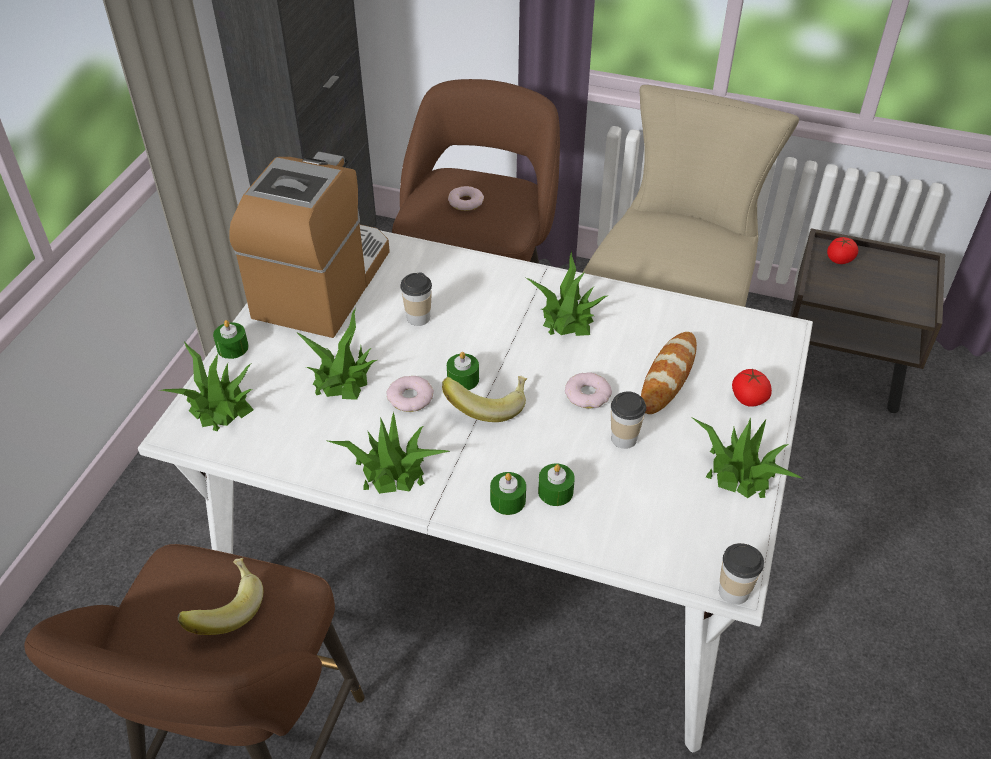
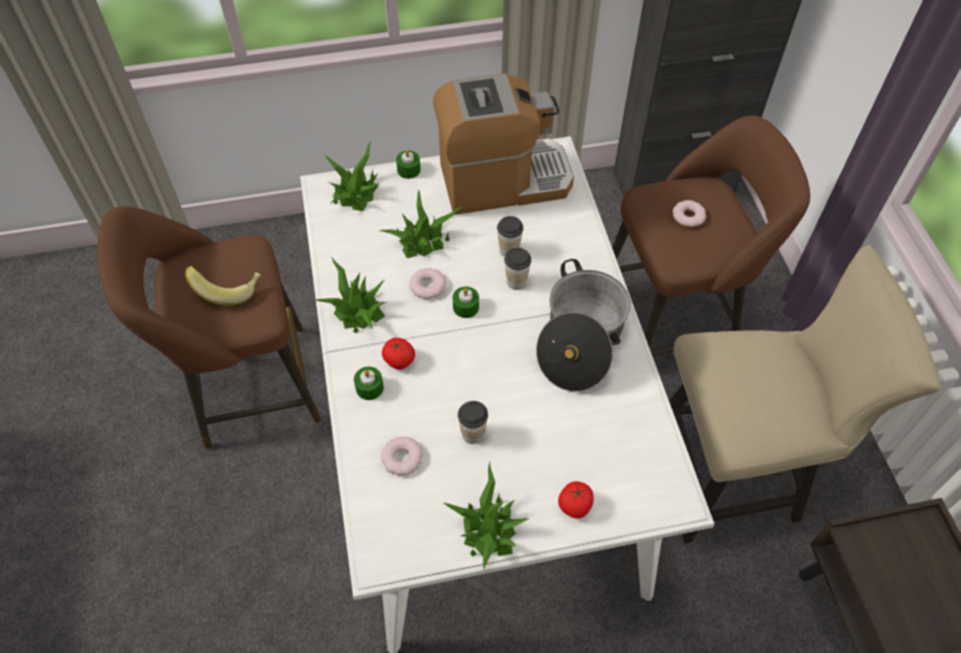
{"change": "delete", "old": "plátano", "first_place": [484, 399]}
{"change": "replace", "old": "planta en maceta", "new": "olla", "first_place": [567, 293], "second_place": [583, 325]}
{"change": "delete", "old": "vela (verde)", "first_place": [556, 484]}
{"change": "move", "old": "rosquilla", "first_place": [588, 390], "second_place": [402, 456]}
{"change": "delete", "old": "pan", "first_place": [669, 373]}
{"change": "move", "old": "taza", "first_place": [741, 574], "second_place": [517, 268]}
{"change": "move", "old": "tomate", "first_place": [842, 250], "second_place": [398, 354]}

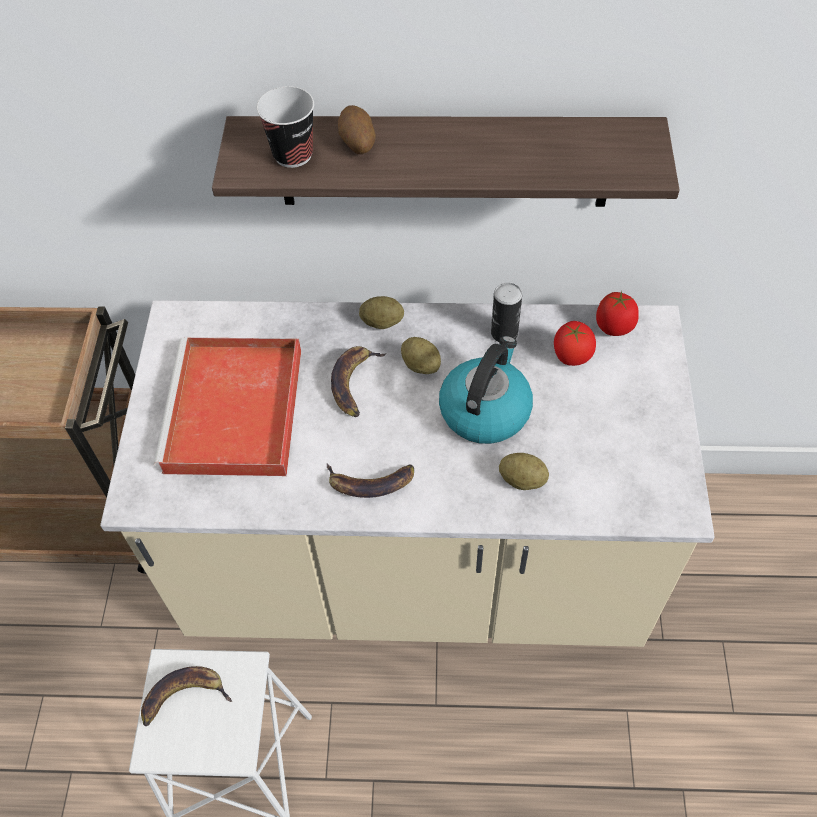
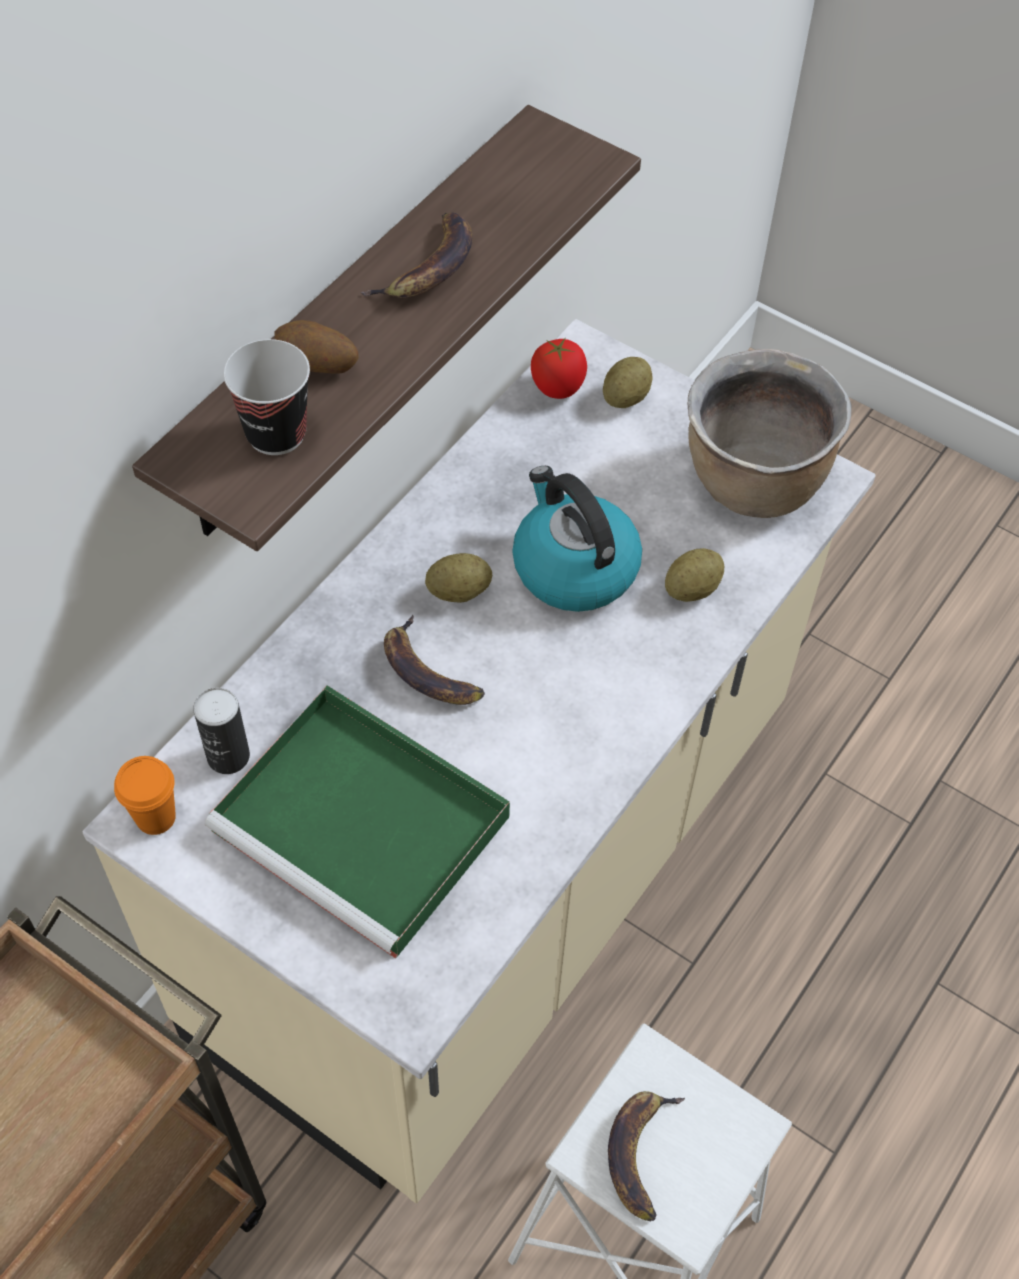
{"change": "recolor", "old": "bandeja (rojo)", "new": "bandeja (verde)", "first_place": [227, 406], "second_place": [357, 822]}
{"change": "move", "old": "plátano", "first_place": [370, 480], "second_place": [416, 255]}
{"change": "move", "old": "patata", "first_place": [381, 312], "second_place": [628, 382]}
{"change": "move", "old": "lata", "first_place": [506, 312], "second_place": [221, 731]}
{"change": "delete", "old": "tomate", "first_place": [575, 343]}
{"change": "insert", "new": "taza (naranja)", "second_place": [145, 795]}
{"change": "insert", "new": "olla (marrón)", "second_place": [770, 433]}

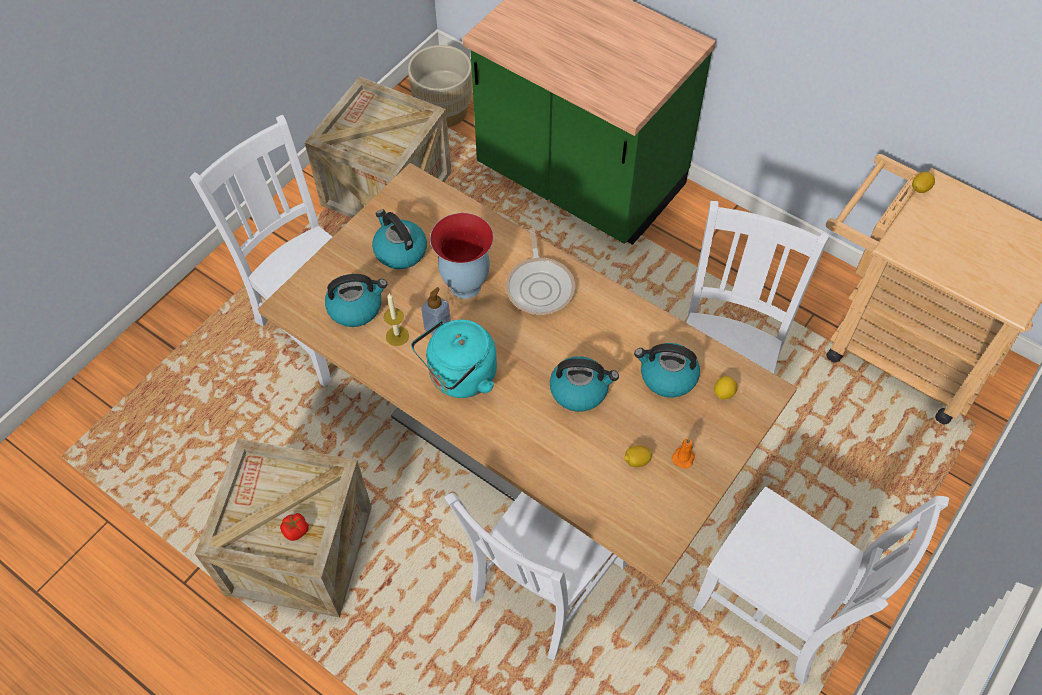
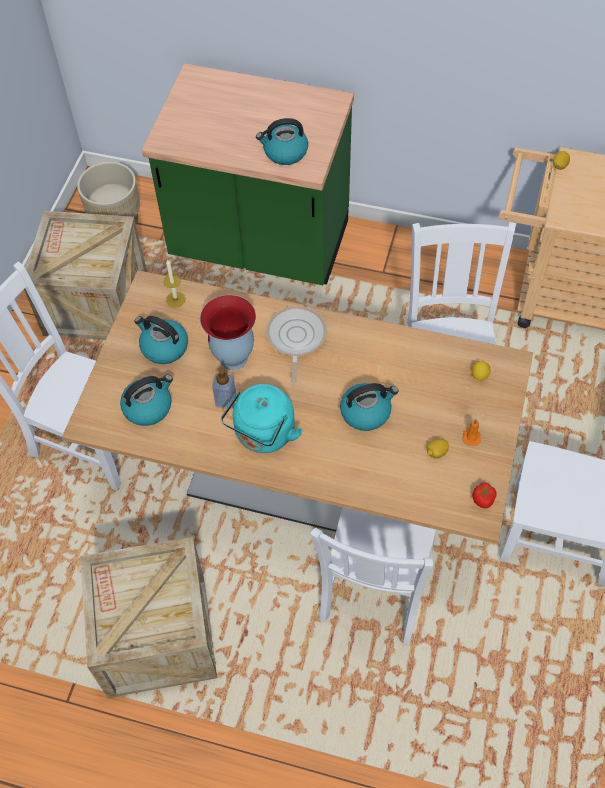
{"change": "move", "old": "tomate", "first_place": [294, 527], "second_place": [484, 495]}
{"change": "move", "old": "vela", "first_place": [396, 319], "second_place": [175, 283]}
{"change": "rotate", "old": "sartén", "first_place": [540, 271], "second_place": [296, 344], "degrees": -150}
{"change": "move", "old": "hervidor", "first_place": [667, 370], "second_place": [282, 141]}

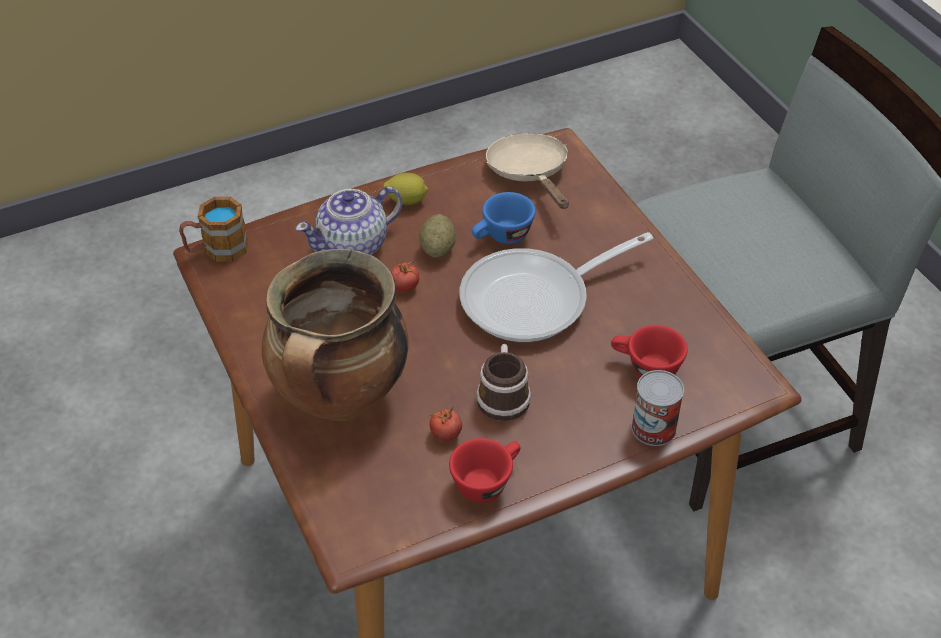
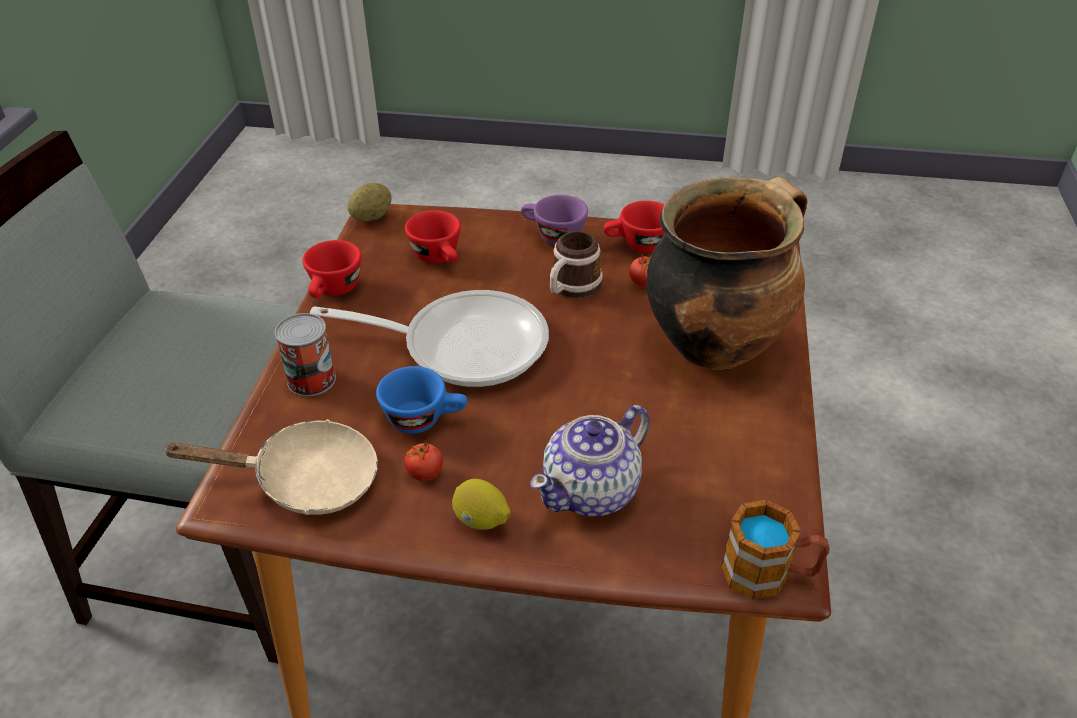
{"change": "rotate", "old": "tetera", "first_place": [349, 220], "second_place": [590, 461], "degrees": 135}
{"change": "move", "old": "tomate", "first_place": [405, 275], "second_place": [423, 458]}
{"change": "move", "old": "patata", "first_place": [437, 236], "second_place": [370, 202]}
{"change": "rotate", "old": "sartén (beis)", "first_place": [527, 171], "second_place": [270, 467], "degrees": -105}
{"change": "move", "old": "lata", "first_place": [657, 408], "second_place": [305, 355]}
{"change": "insert", "new": "taza (rojo)", "second_place": [332, 269]}
{"change": "insert", "new": "taza (morado)", "second_place": [554, 220]}

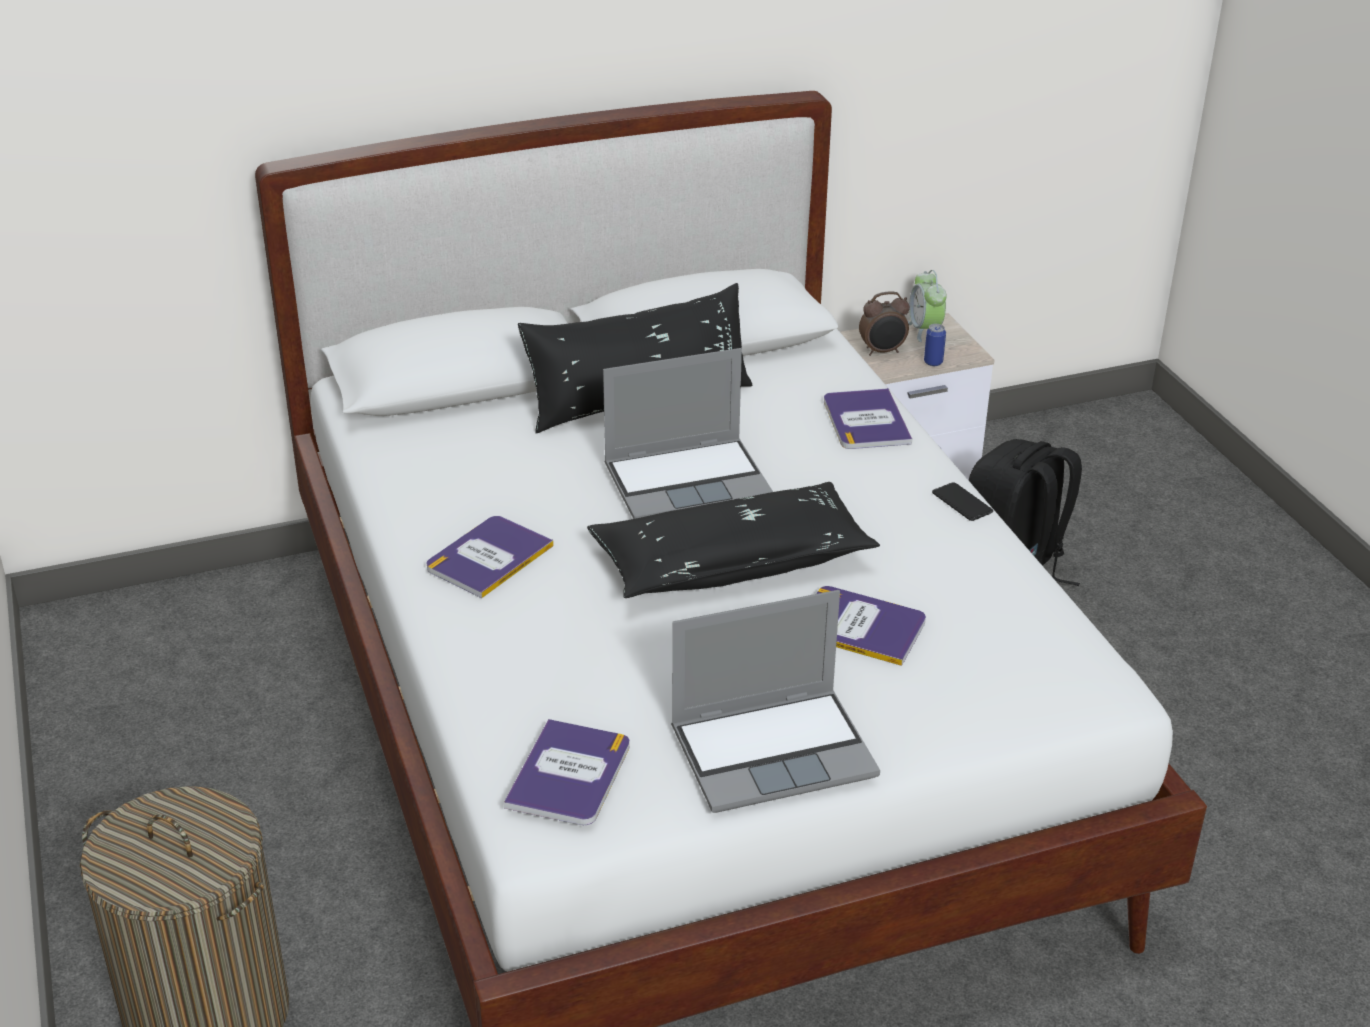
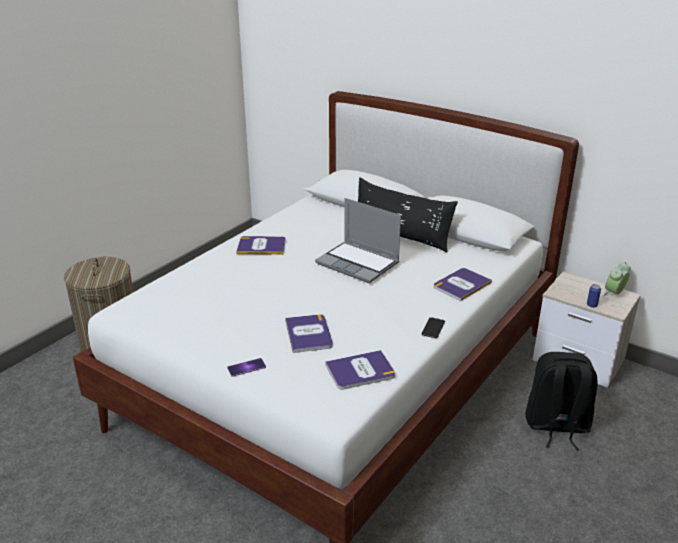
{"change": "move", "old": "libro", "first_place": [566, 772], "second_place": [360, 370]}
{"change": "delete", "old": "cojín (negro)", "first_place": [733, 540]}
{"change": "delete", "old": "portátil", "first_place": [775, 701]}
{"change": "delete", "old": "despertador", "first_place": [884, 323]}
{"change": "insert", "new": "móvil", "second_place": [246, 367]}

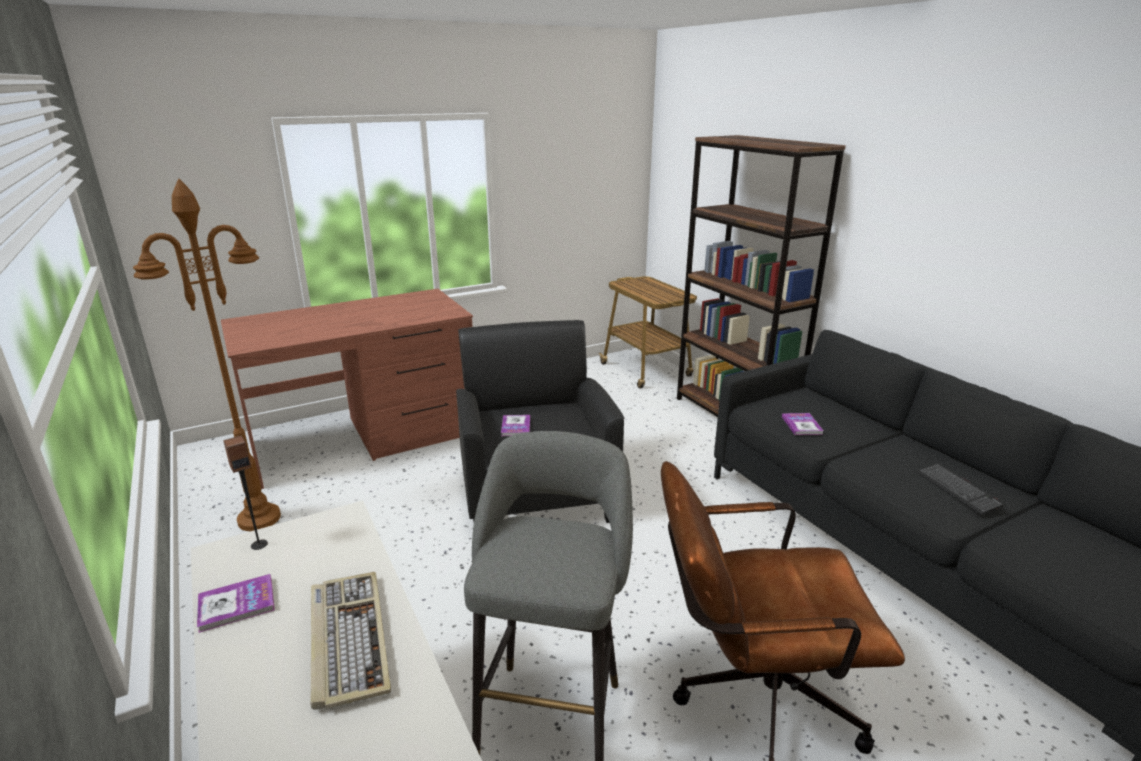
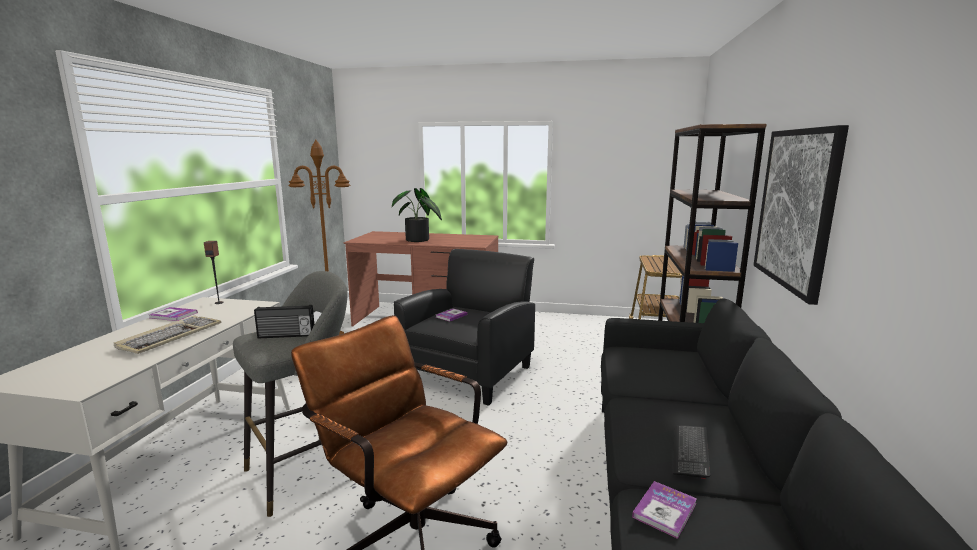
{"change": "move", "old": "libro", "first_place": [802, 424], "second_place": [664, 510]}
{"change": "insert", "new": "radio", "second_place": [284, 321]}
{"change": "insert", "new": "planta en maceta", "second_place": [417, 215]}
{"change": "insert", "new": "cuadro", "second_place": [801, 215]}

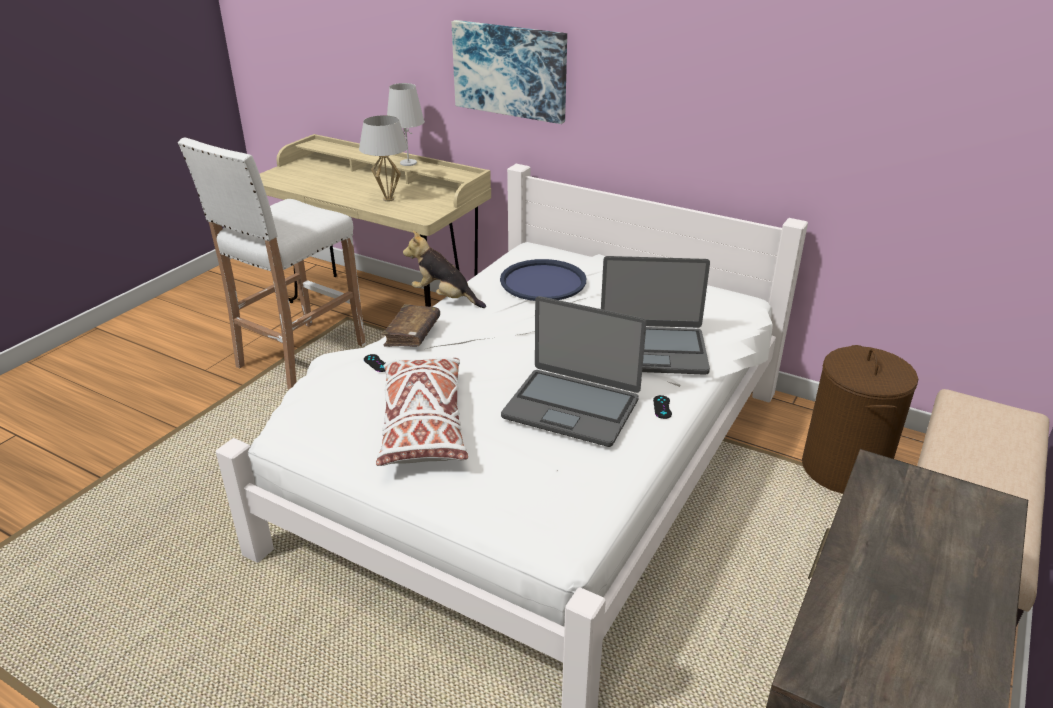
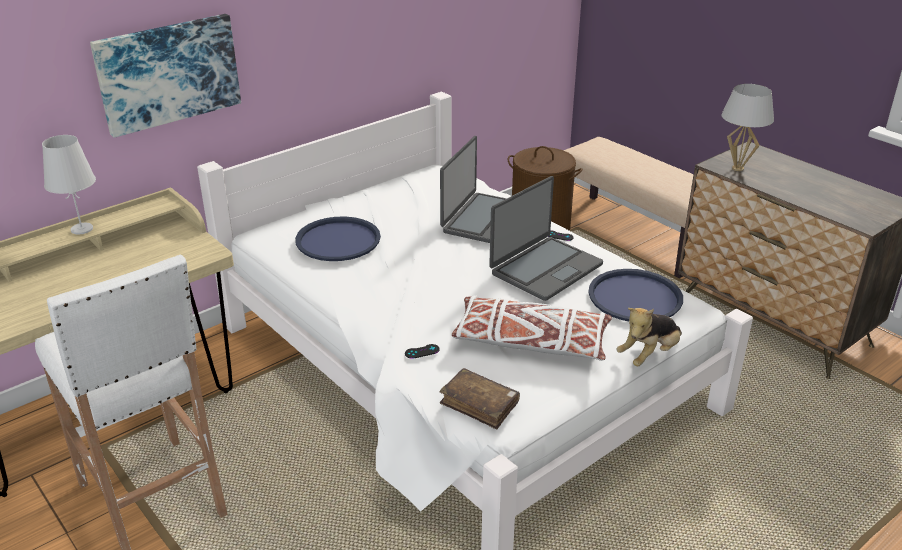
{"change": "move", "old": "lámpara de mesa (blanco)", "first_place": [383, 158], "second_place": [748, 127]}
{"change": "move", "old": "libro (marrón)", "first_place": [410, 325], "second_place": [480, 399]}
{"change": "move", "old": "peluche", "first_place": [444, 269], "second_place": [649, 337]}
{"change": "insert", "new": "bandeja (azul)", "second_place": [635, 295]}

